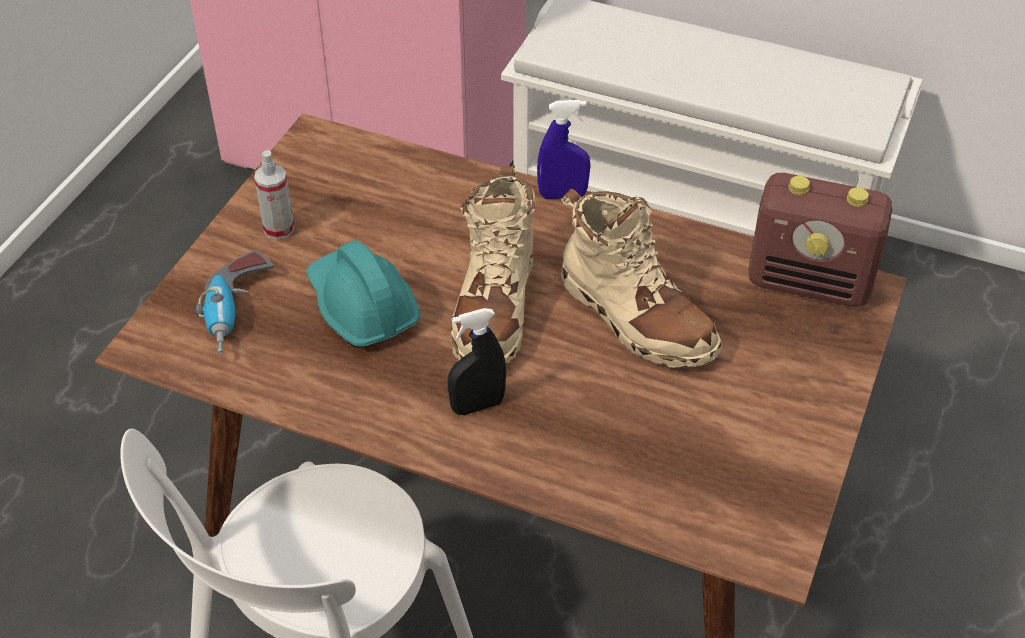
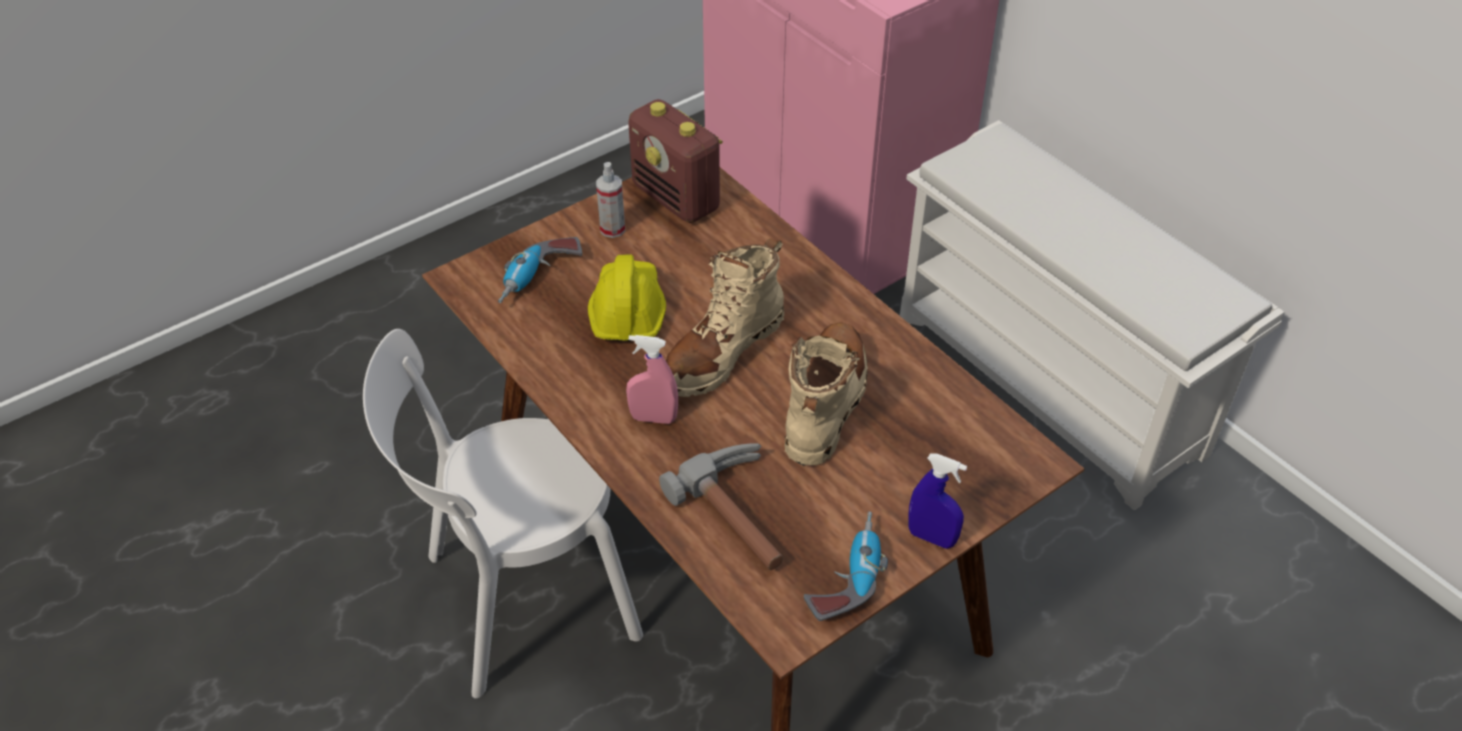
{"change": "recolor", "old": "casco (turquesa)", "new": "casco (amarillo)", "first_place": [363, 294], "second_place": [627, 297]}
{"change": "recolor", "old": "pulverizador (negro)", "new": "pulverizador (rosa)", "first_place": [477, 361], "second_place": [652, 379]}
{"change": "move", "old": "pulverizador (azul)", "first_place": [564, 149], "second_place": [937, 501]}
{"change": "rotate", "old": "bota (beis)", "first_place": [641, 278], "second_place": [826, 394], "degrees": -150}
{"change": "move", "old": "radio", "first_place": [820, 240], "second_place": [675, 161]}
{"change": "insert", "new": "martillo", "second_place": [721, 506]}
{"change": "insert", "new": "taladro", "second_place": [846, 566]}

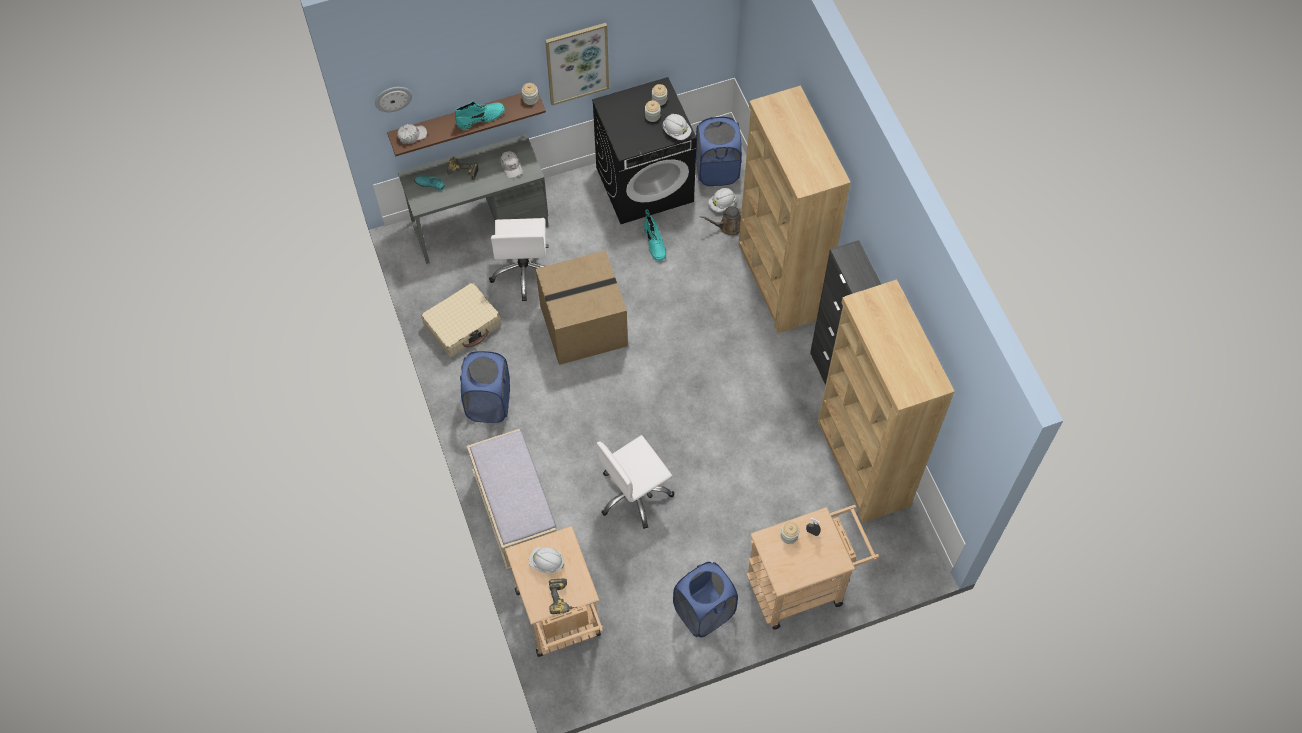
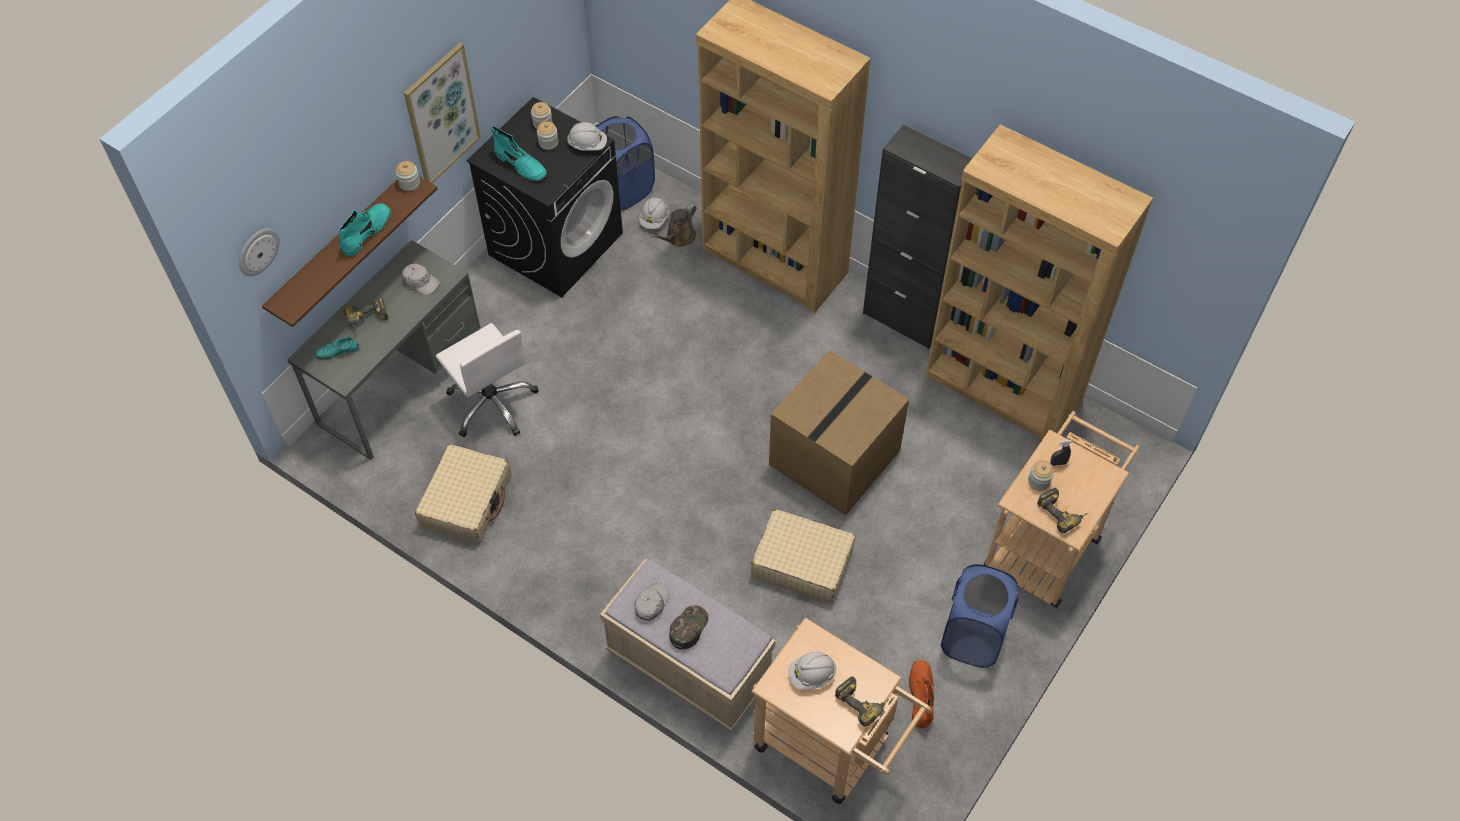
{"change": "move", "old": "gorra (blanco)", "first_place": [412, 134], "second_place": [652, 602]}
{"change": "delete", "old": "cesto de la ropa (azul)", "first_place": [485, 387]}
{"change": "move", "old": "caja de cartón", "first_place": [582, 307], "second_place": [839, 432]}
{"change": "replace", "old": "silla de oficina (blanco)", "new": "maleta (beis)", "first_place": [635, 482], "second_place": [803, 556]}
{"change": "move", "old": "bota (turquesa)", "first_place": [655, 235], "second_place": [519, 153]}
{"change": "insert", "new": "gorra (verde)", "second_place": [689, 627]}
{"change": "insert", "new": "bota (naranja)", "second_place": [921, 694]}
{"change": "insert", "new": "taladro", "second_place": [1062, 510]}

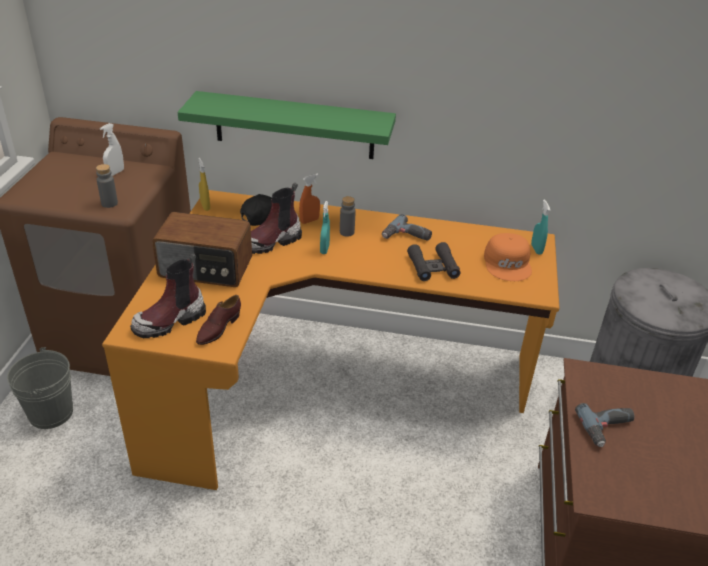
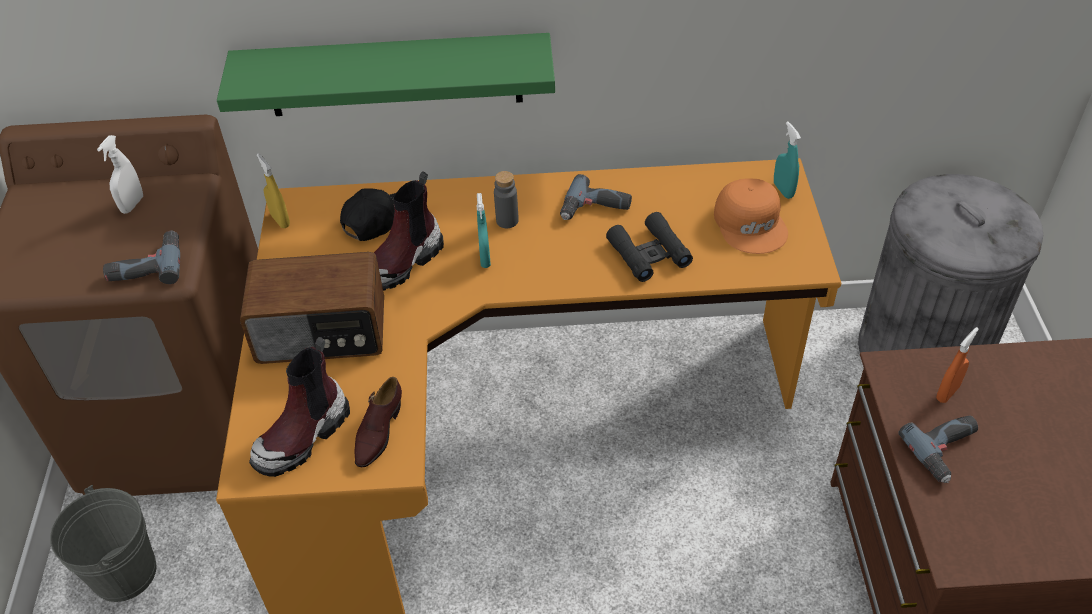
{"change": "replace", "old": "botella (gris)", "new": "taladro", "first_place": [107, 186], "second_place": [141, 257]}
{"change": "move", "old": "pulverizador (naranja)", "first_place": [309, 199], "second_place": [957, 365]}

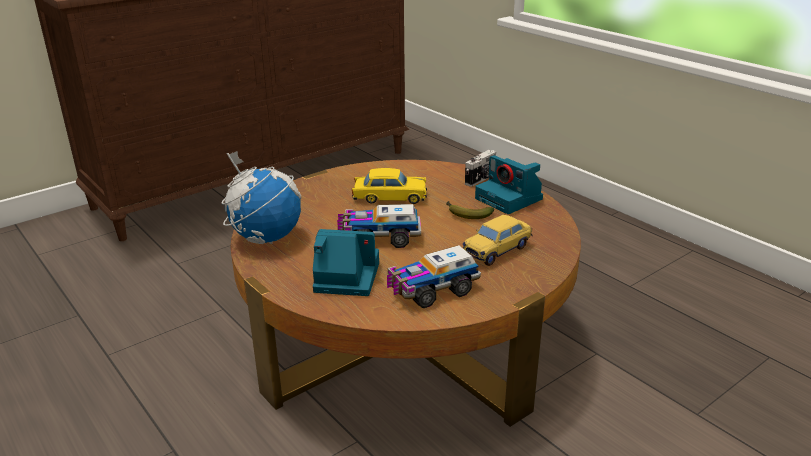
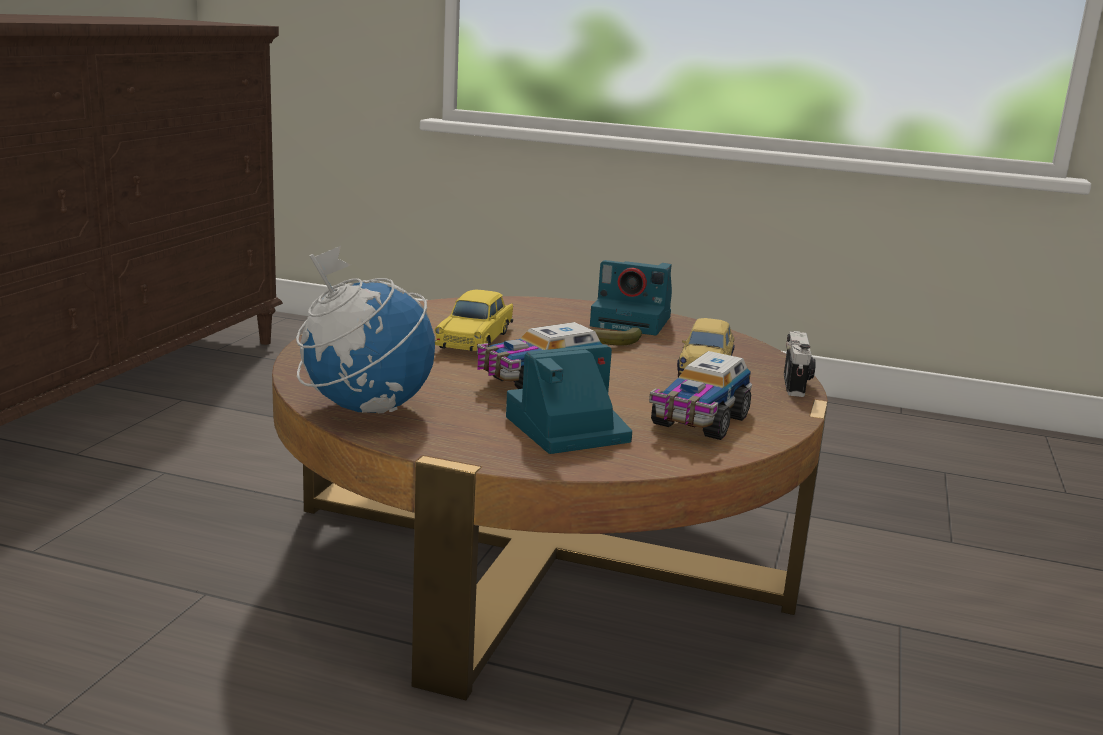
{"change": "rotate", "old": "coche de juguete (amarillo)", "first_place": [389, 186], "second_place": [473, 320], "degrees": 135}
{"change": "move", "old": "cámara", "first_place": [480, 168], "second_place": [800, 364]}

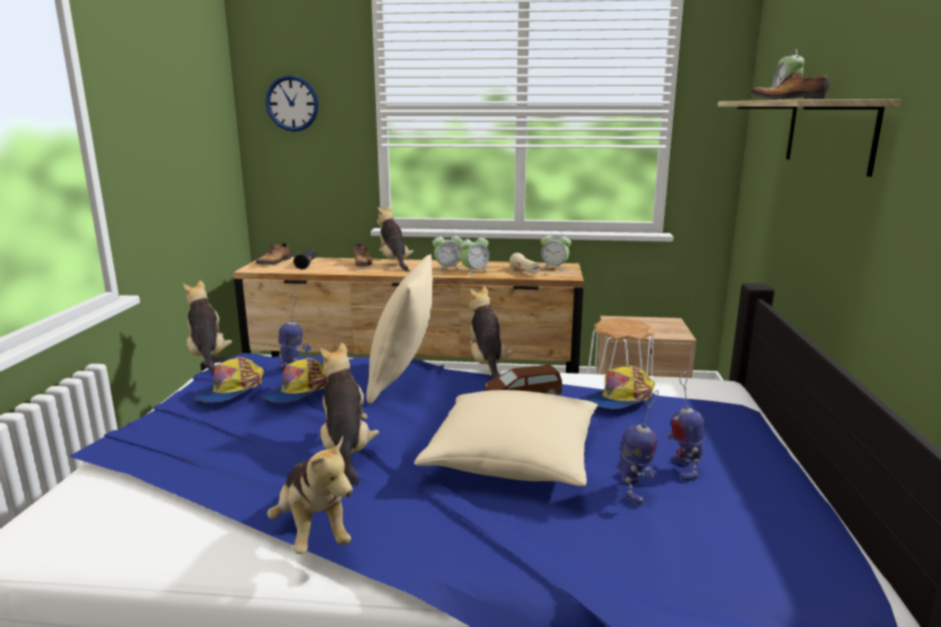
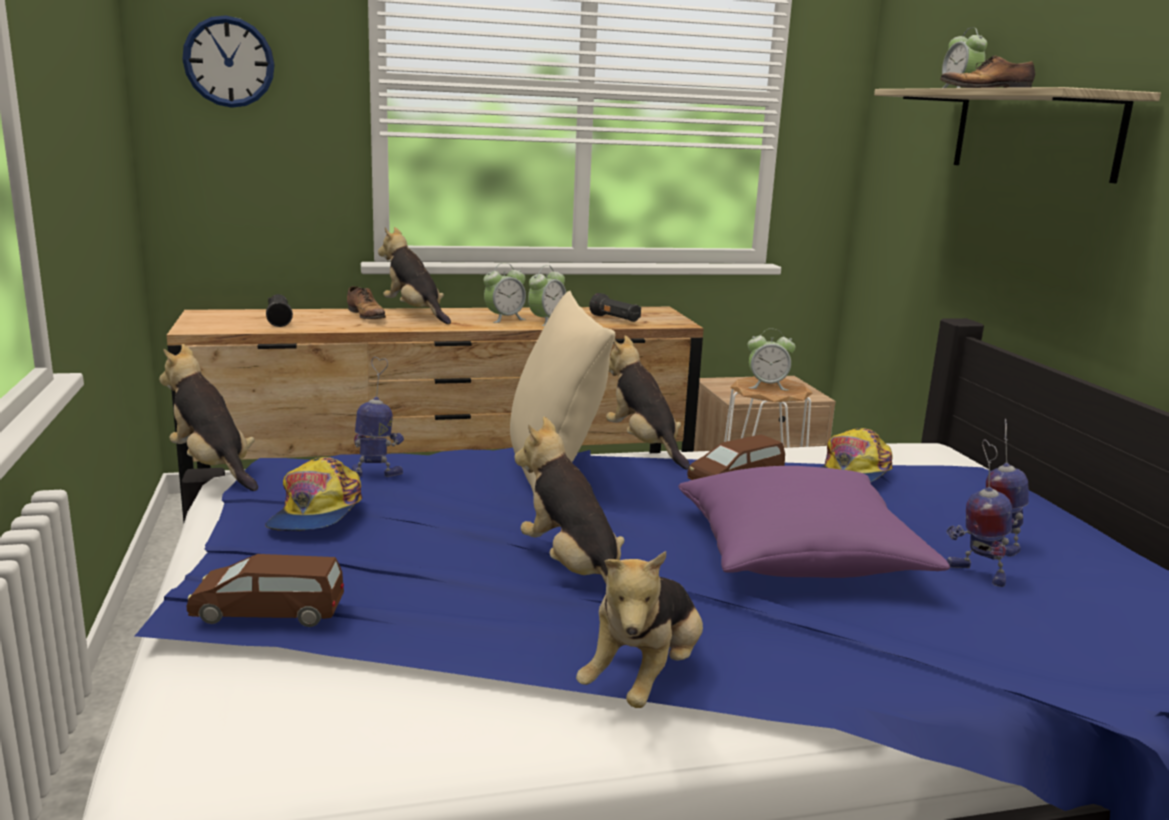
{"change": "delete", "old": "zapato", "first_place": [273, 254]}
{"change": "delete", "old": "gorra", "first_place": [295, 380]}
{"change": "rotate", "old": "peluche", "first_place": [310, 495], "second_place": [639, 629], "degrees": 75}
{"change": "recolor", "old": "cojín (beis)", "new": "cojín (morado)", "first_place": [506, 438], "second_place": [814, 522]}
{"change": "recolor", "old": "linterna (beis)", "new": "linterna (negro)", "first_place": [524, 263], "second_place": [615, 307]}
{"change": "move", "old": "despertador", "first_place": [556, 251], "second_place": [771, 360]}
{"change": "rotate", "old": "robot de juguete", "first_place": [638, 447], "second_place": [979, 513], "degrees": 150}
{"change": "insert", "new": "coche de juguete (marrón)", "second_place": [265, 590]}

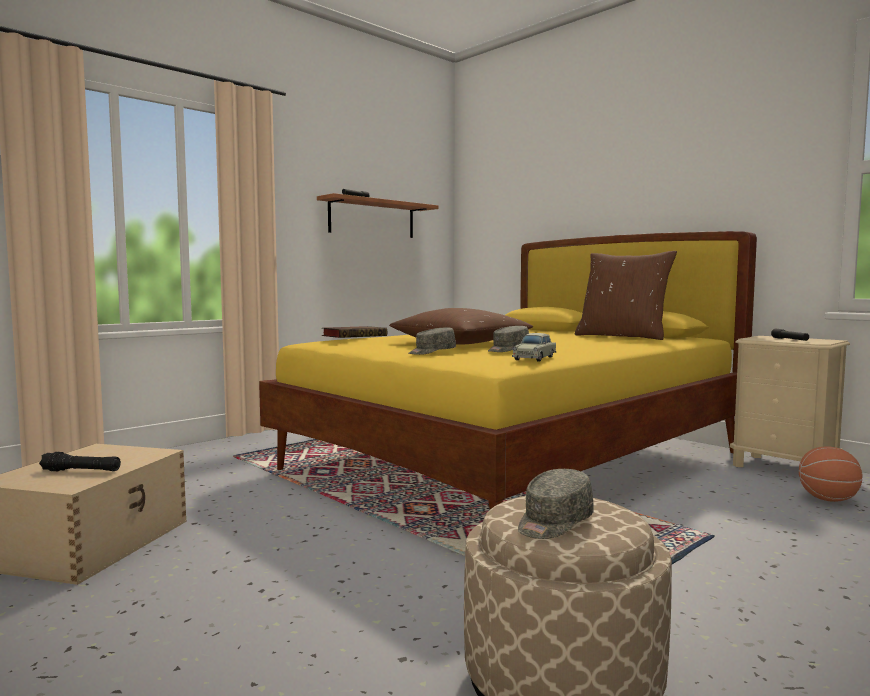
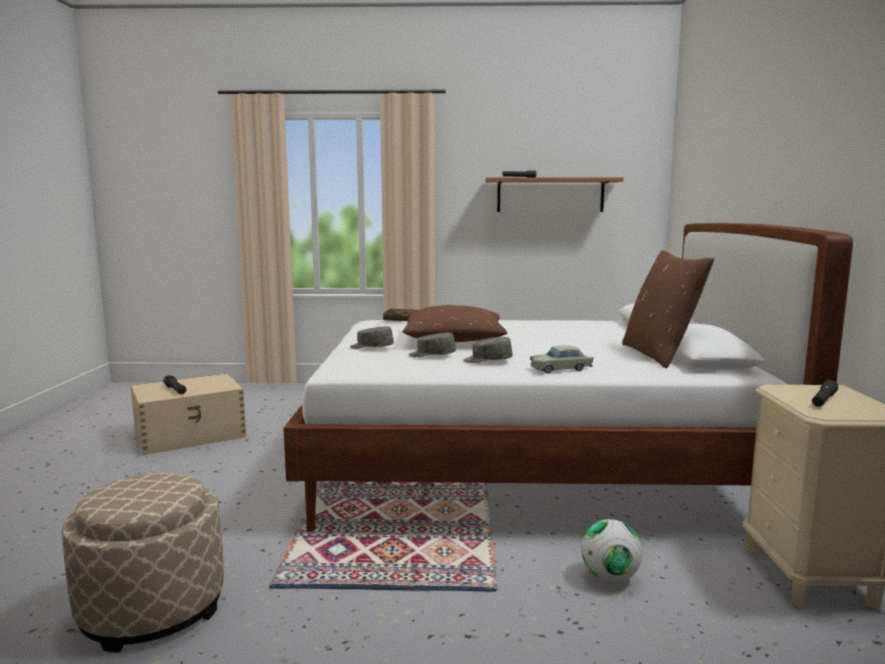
{"change": "recolor", "old": "cama (amarillo)", "new": "cama (blanco)", "first_place": [508, 370], "second_place": [568, 377]}
{"change": "move", "old": "coche de juguete (beis)", "first_place": [534, 347], "second_place": [561, 359]}
{"change": "move", "old": "gorra (gris)", "first_place": [556, 504], "second_place": [487, 350]}
{"change": "delete", "old": "balón de baloncesto", "first_place": [830, 474]}
{"change": "insert", "new": "balón de fútbol", "second_place": [612, 550]}

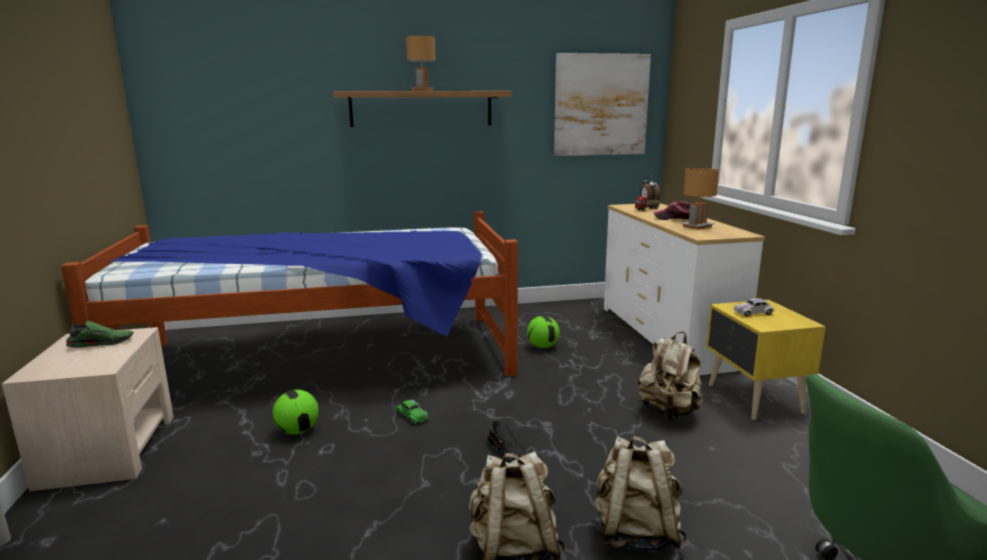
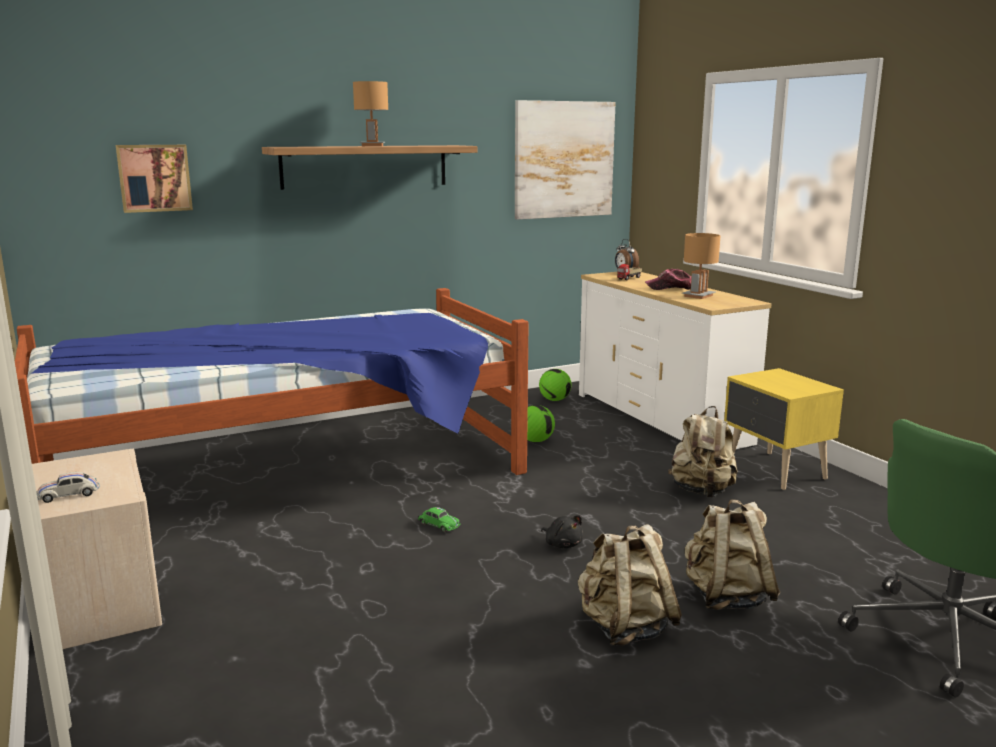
{"change": "delete", "old": "zapato (verde)", "first_place": [99, 334]}
{"change": "move", "old": "balón de fútbol", "first_place": [295, 412], "second_place": [555, 385]}
{"change": "replace", "old": "zapato (negro)", "new": "peluche (negro)", "first_place": [506, 441], "second_place": [562, 531]}
{"change": "move", "old": "coche de juguete (blanco)", "first_place": [753, 307], "second_place": [68, 487]}
{"change": "insert", "new": "cuadro", "second_place": [154, 179]}

